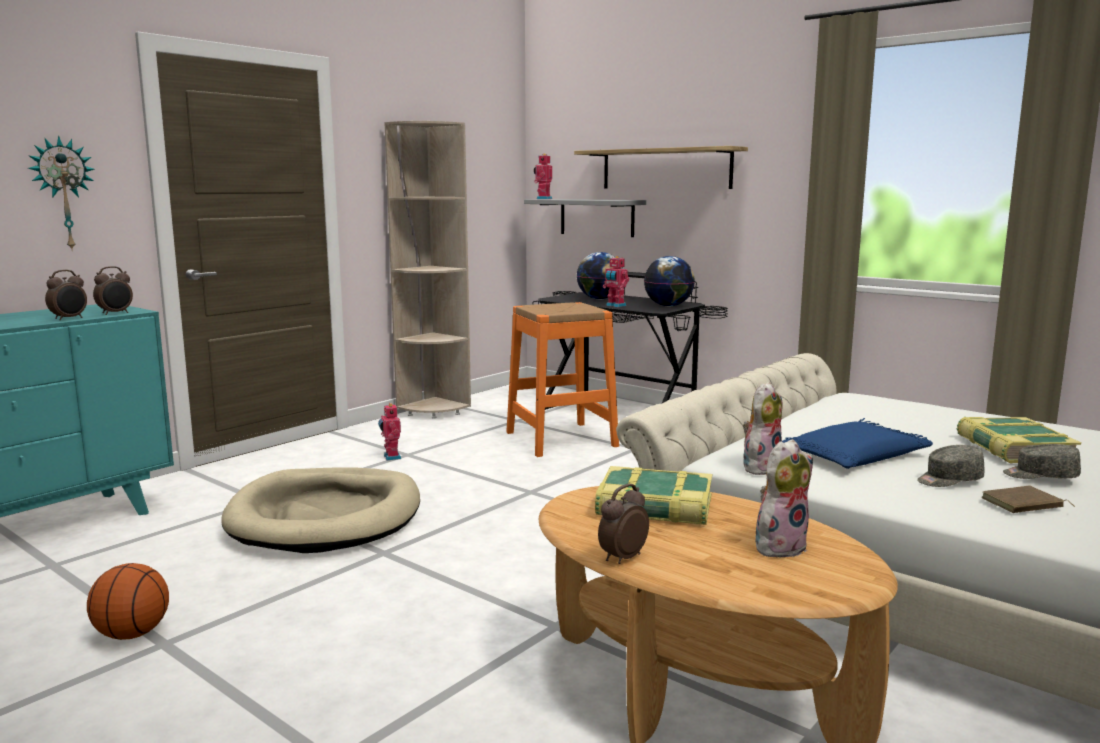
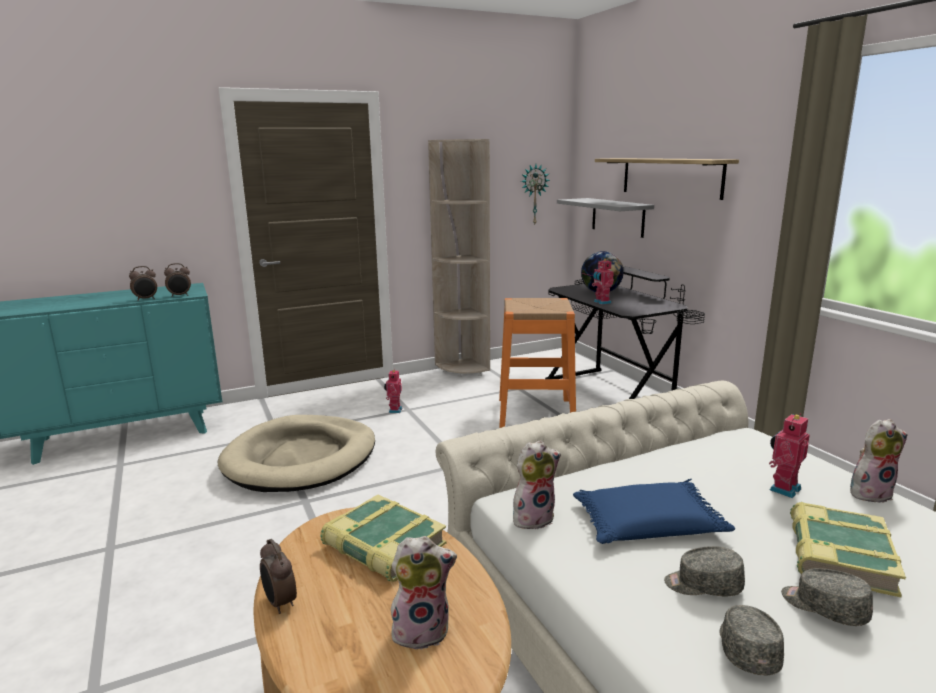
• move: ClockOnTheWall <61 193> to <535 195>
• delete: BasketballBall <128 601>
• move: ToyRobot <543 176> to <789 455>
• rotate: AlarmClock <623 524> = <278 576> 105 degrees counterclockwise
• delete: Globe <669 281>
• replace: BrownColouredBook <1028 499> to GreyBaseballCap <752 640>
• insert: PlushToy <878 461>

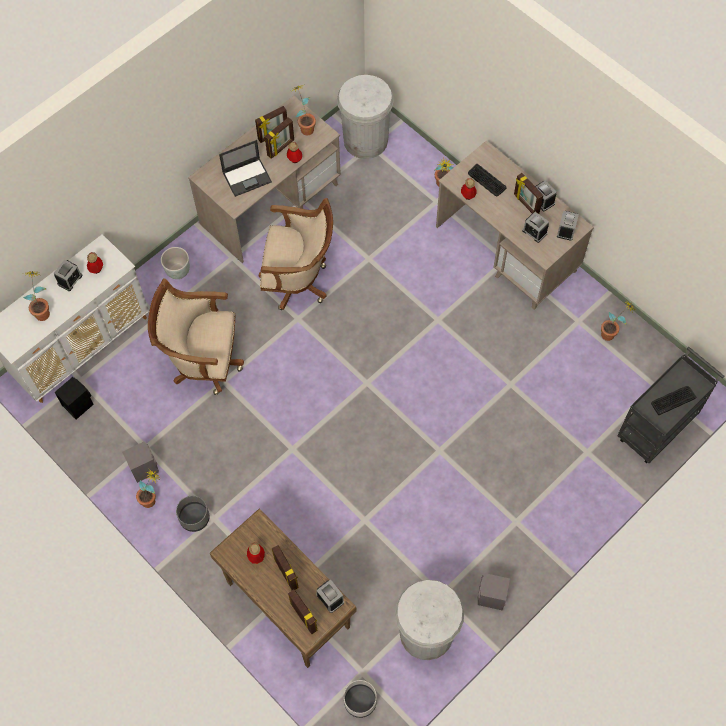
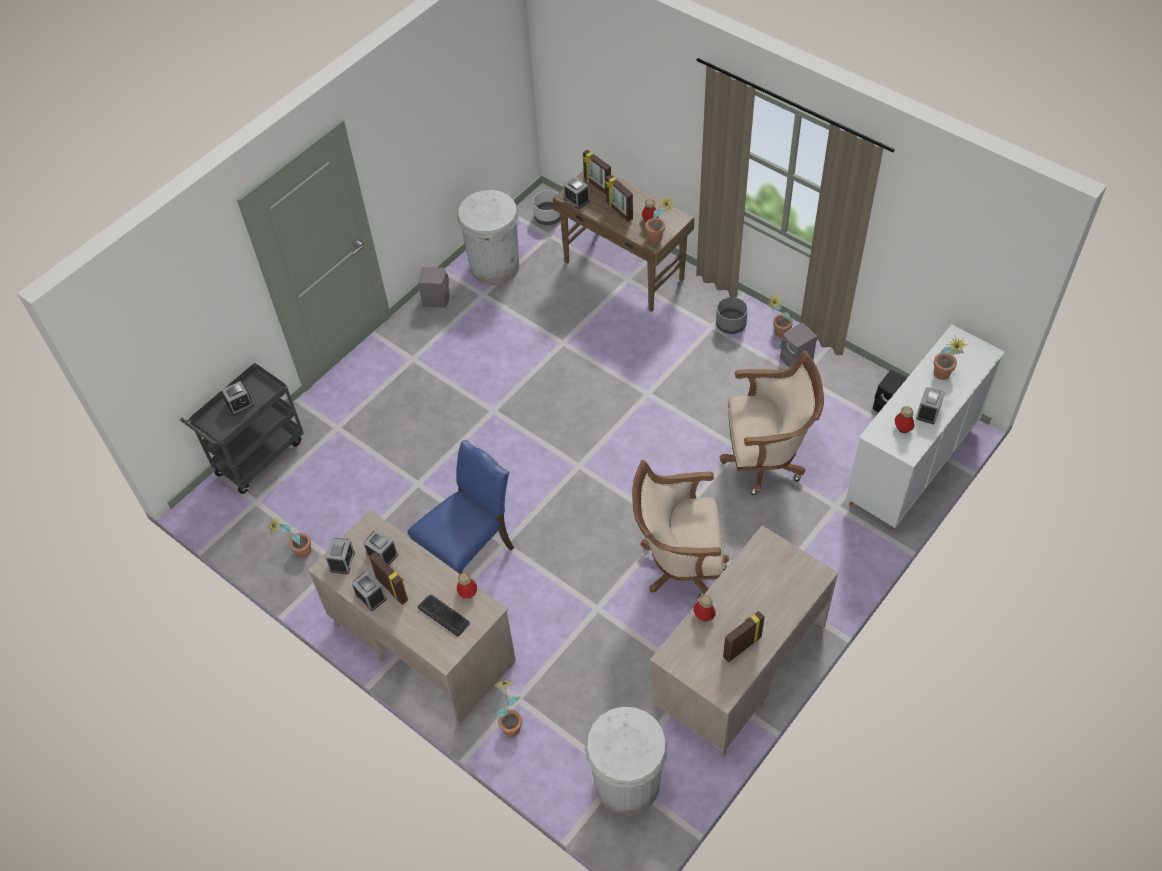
• delete: GreyPlantPot <175 263>
• delete: NotebookComputer <245 168>
• delete: StandingFrame <279 138>
• move: Houseplant <303 110> to <659 220>
• replace: Keyboard <673 400> to AlarmClock <237 398>
• insert: BluishChair <461 507>

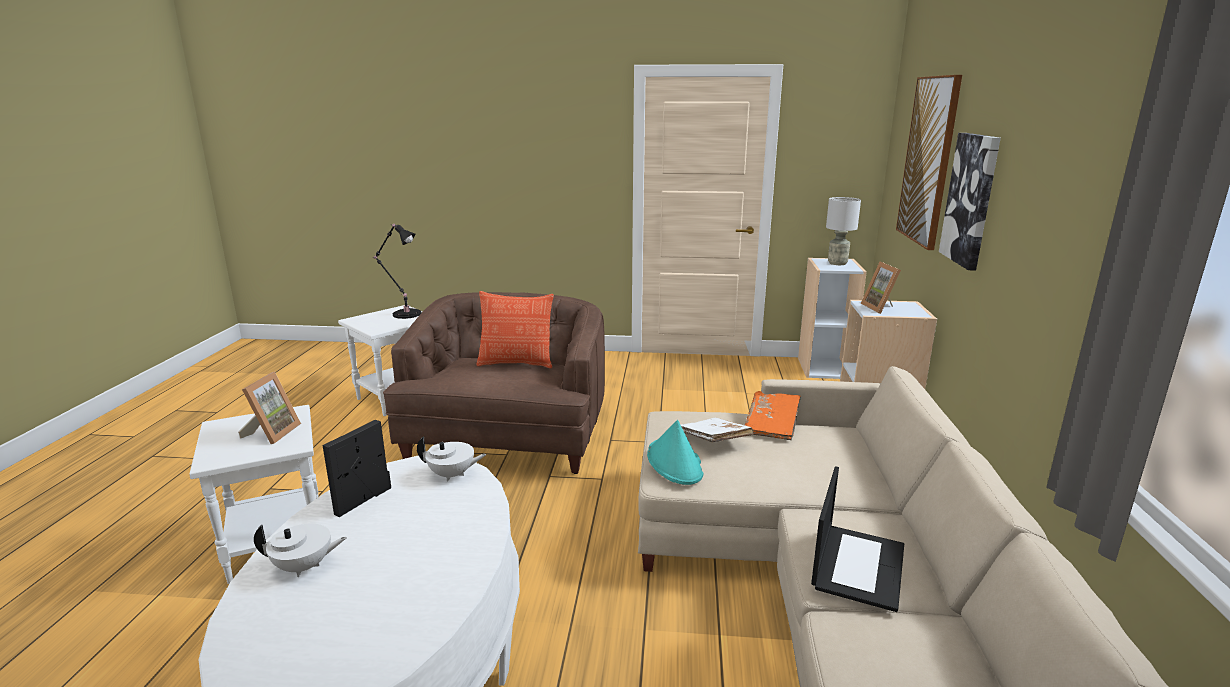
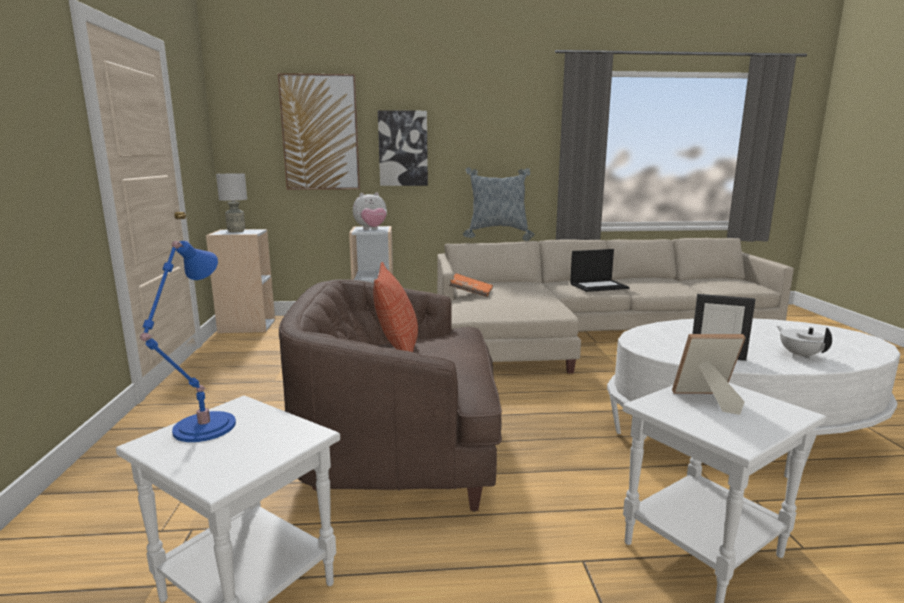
• recolor: BlackTableLamp <397 271> to BluishTableLamp <188 341>
• delete: WhiteTeaPot <451 459>
• delete: BlueGreenHat <675 452>
• delete: WhiteBook <717 430>
• rotate: NotebookComputer <857 539> = <600 270> 150 degrees clockwise
• replace: StandingFrame <881 288> to PlushToy <370 211>
• insert: Pillow <498 204>

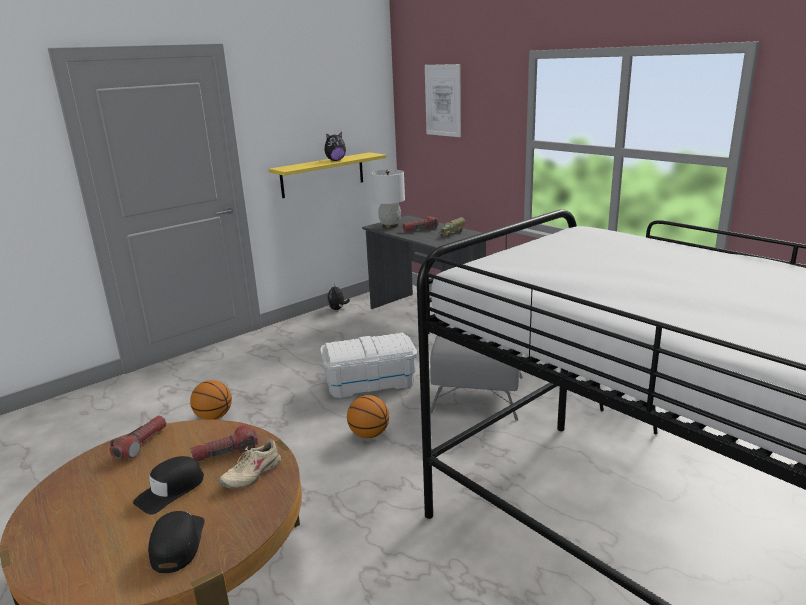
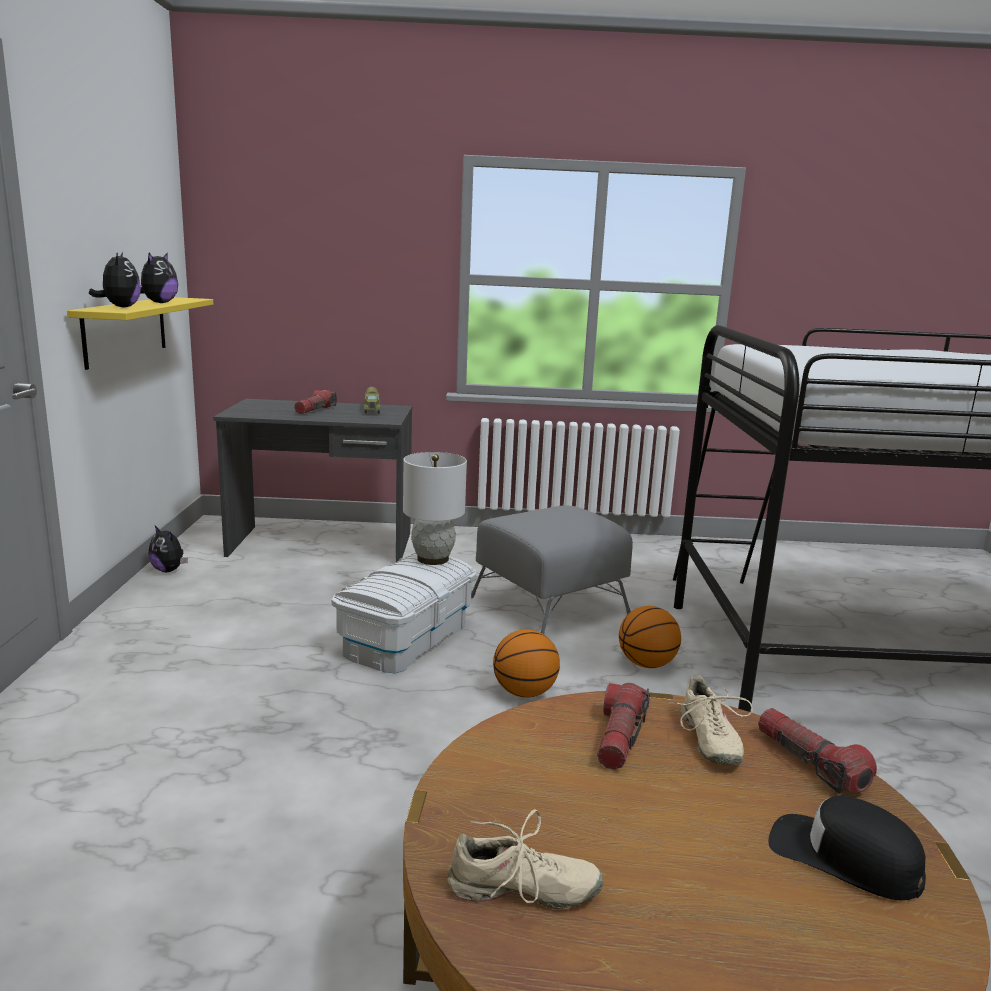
• move: Torch <137 437> to <817 751>
• delete: BlackBaseballCap <168 485>
• move: BasketballBall <211 400> to <650 637>
• move: WhiteTableLamp <388 199> to <435 508>
• delete: Picture <443 100>
• insert: PlushToy <115 280>
• insert: SandColouredLowShoe <525 859>

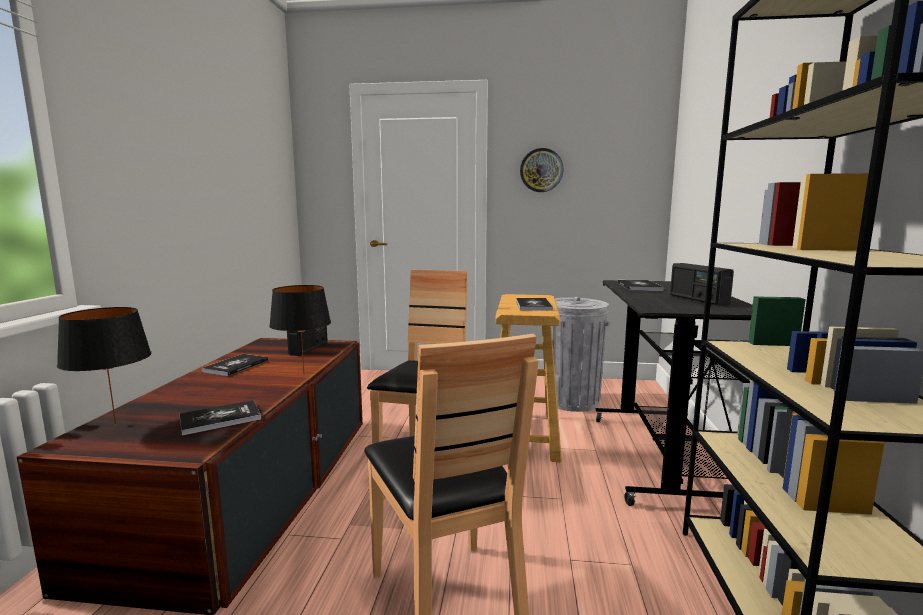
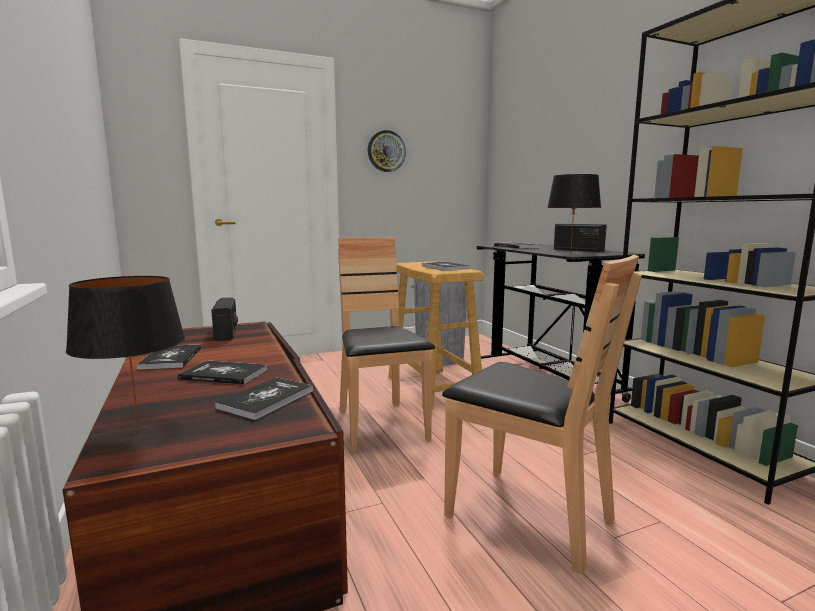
• move: BlackTableLamp <300 329> to <574 214>
• insert: Book <222 372>

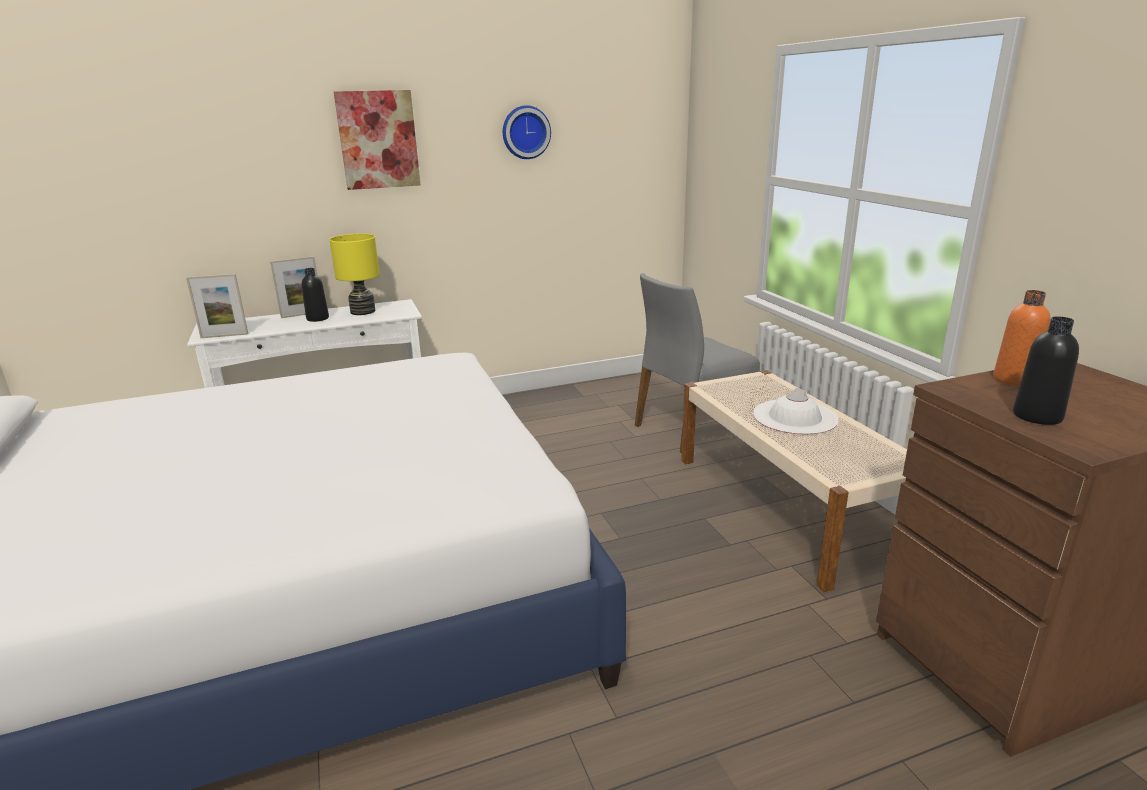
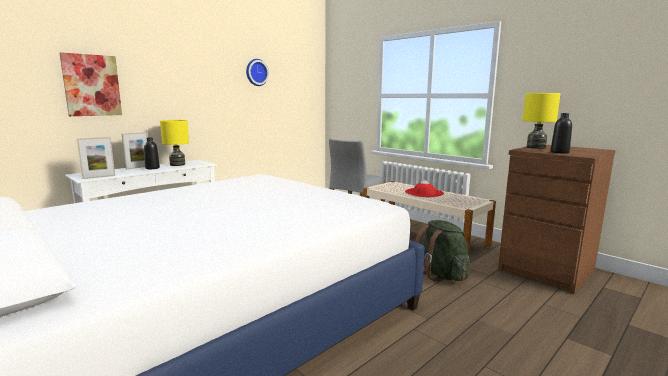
• move: Picture <377 140> to <91 84>
• recolor: WhiteHat <796 411> to ReddishHat <424 188>
• replace: OrangeDrinkBottle <1022 338> to YellowishTableLamp <541 121>
• insert: GreenishRucksack <443 251>

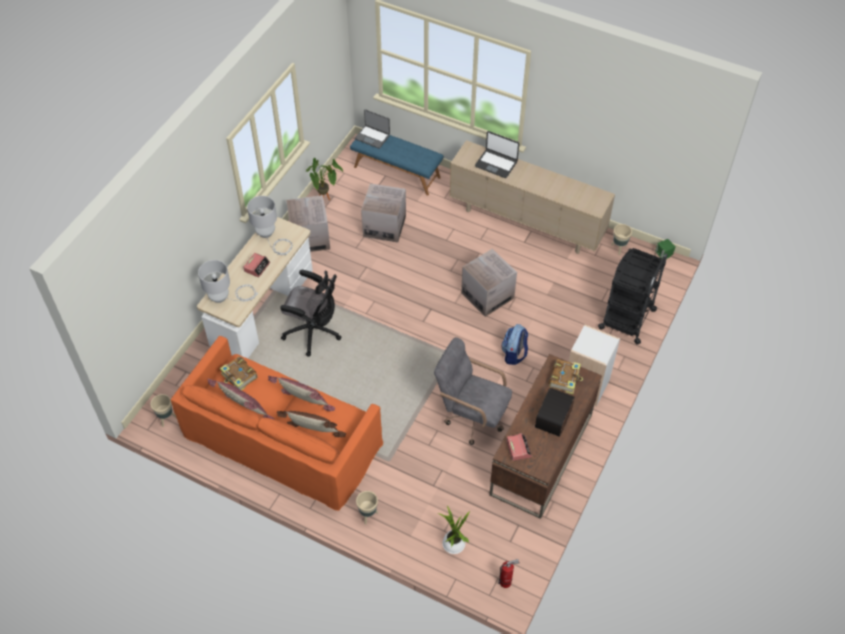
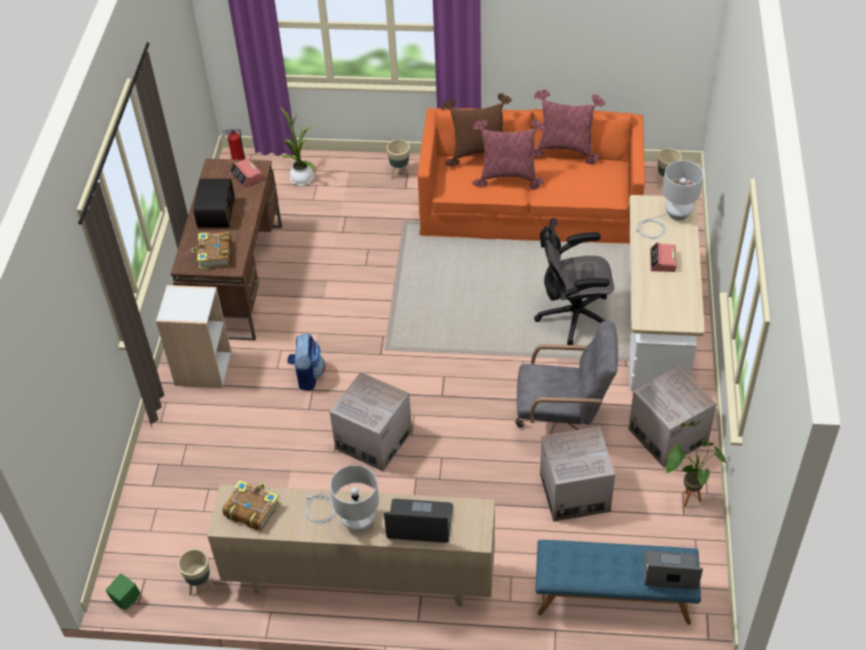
• move: Book <239 373> to <251 505>
• move: WhiteTableLamp <270 225> to <342 498>
• move: GreyComputerChair <473 391> to <566 378>
• delete: BlackWheeledCart <633 296>

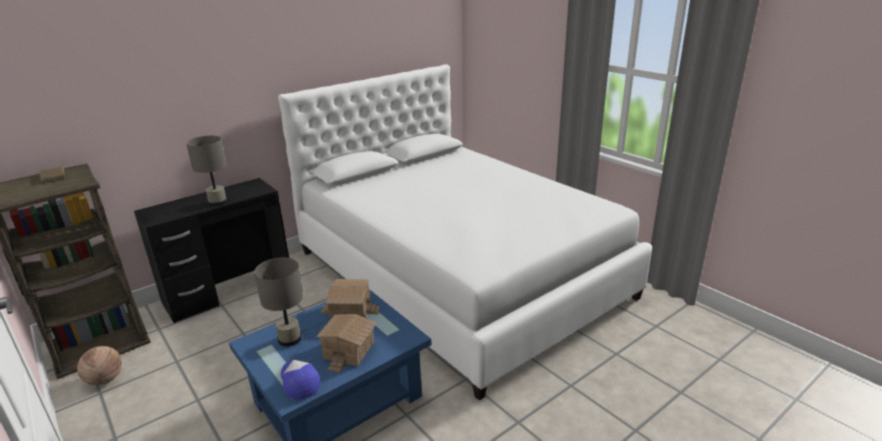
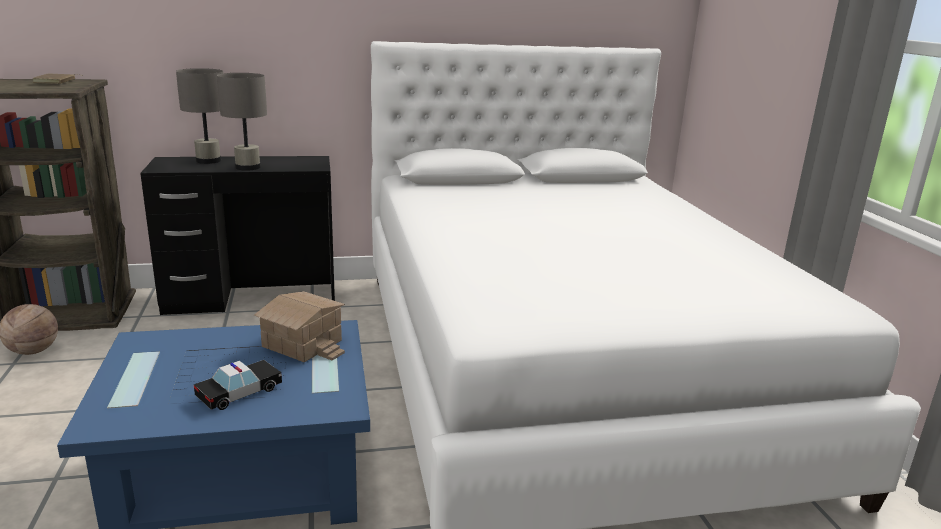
• move: GreyTableLamp <279 302> to <199 116>
• delete: BaseballCap <300 380>
• replace: ToyHouse <346 343> to ToyCar <238 385>

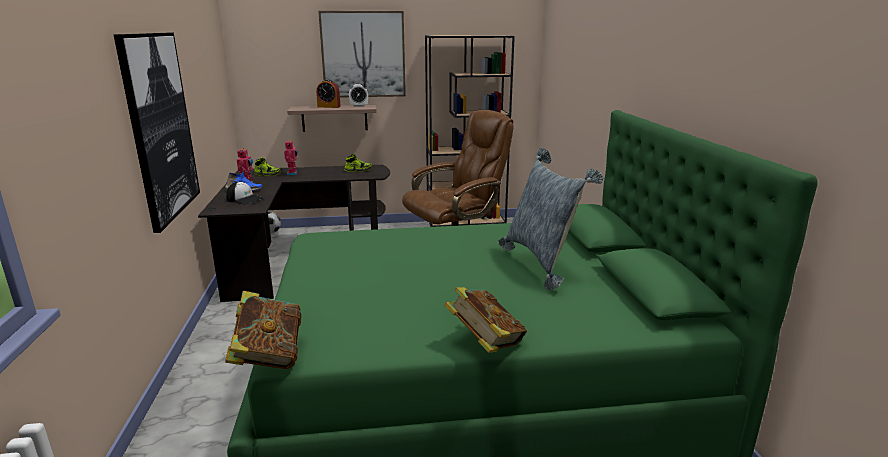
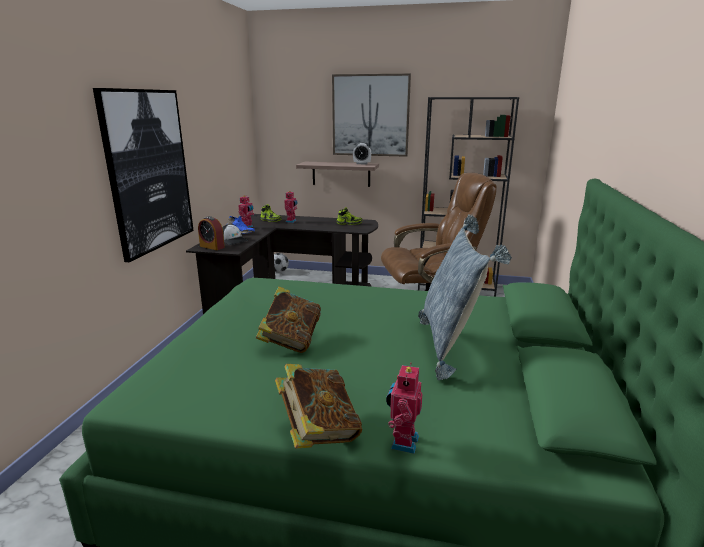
• move: Book <263 330> to <288 319>
• move: AlarmClock <328 93> to <211 233>
• insert: ToyRobot <404 408>

